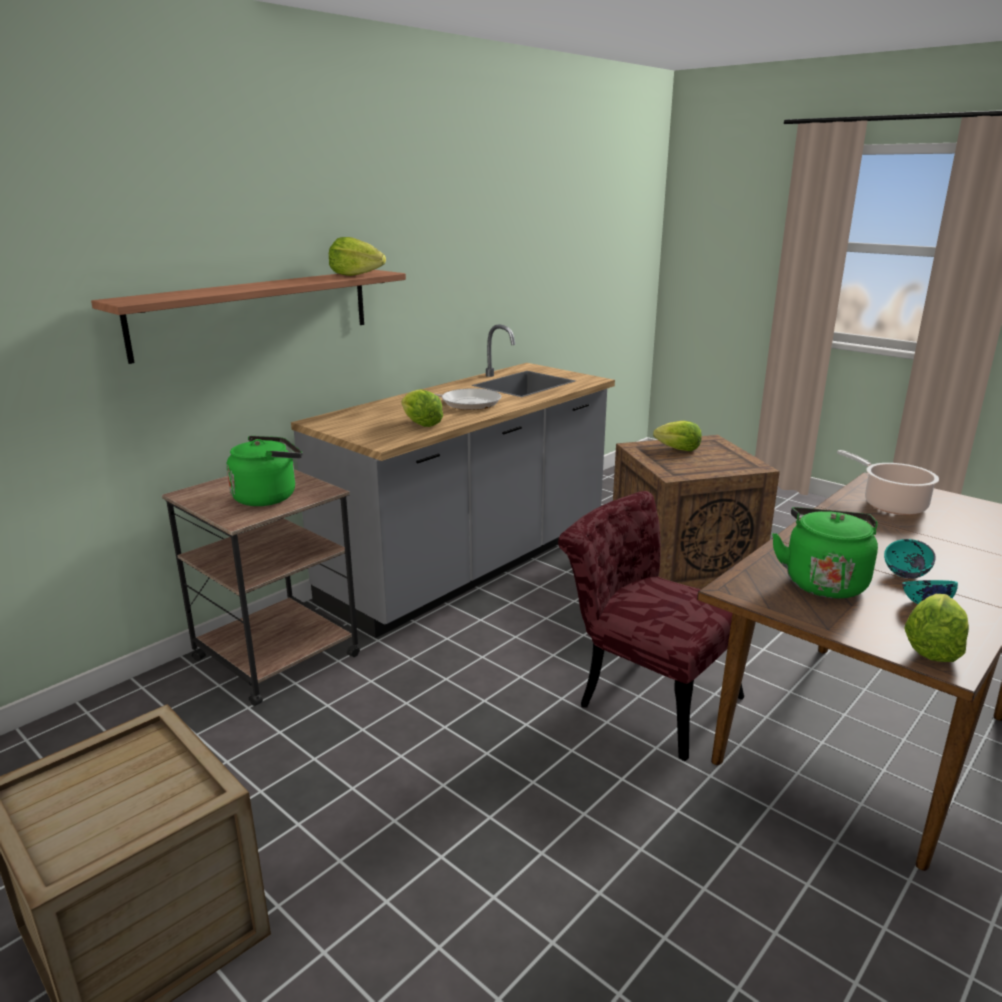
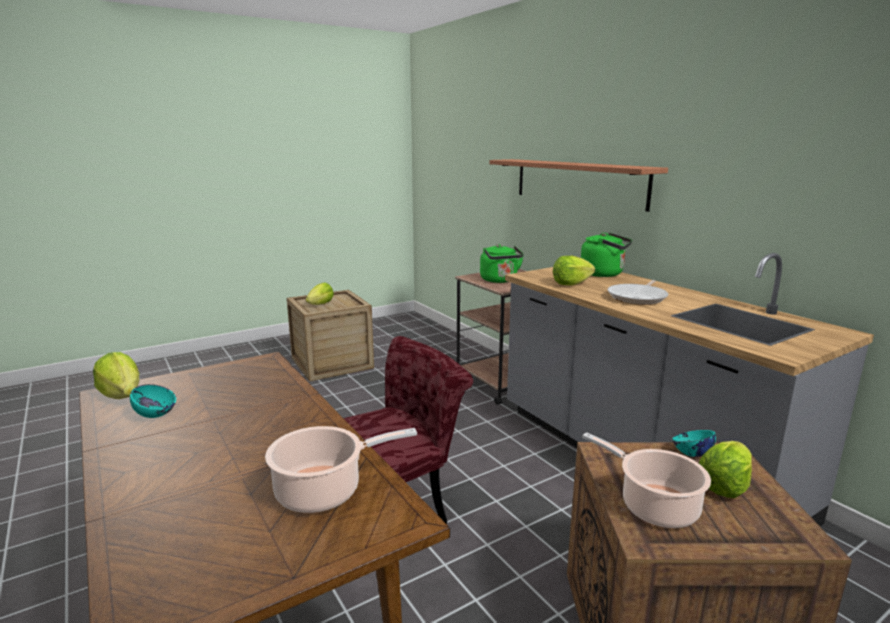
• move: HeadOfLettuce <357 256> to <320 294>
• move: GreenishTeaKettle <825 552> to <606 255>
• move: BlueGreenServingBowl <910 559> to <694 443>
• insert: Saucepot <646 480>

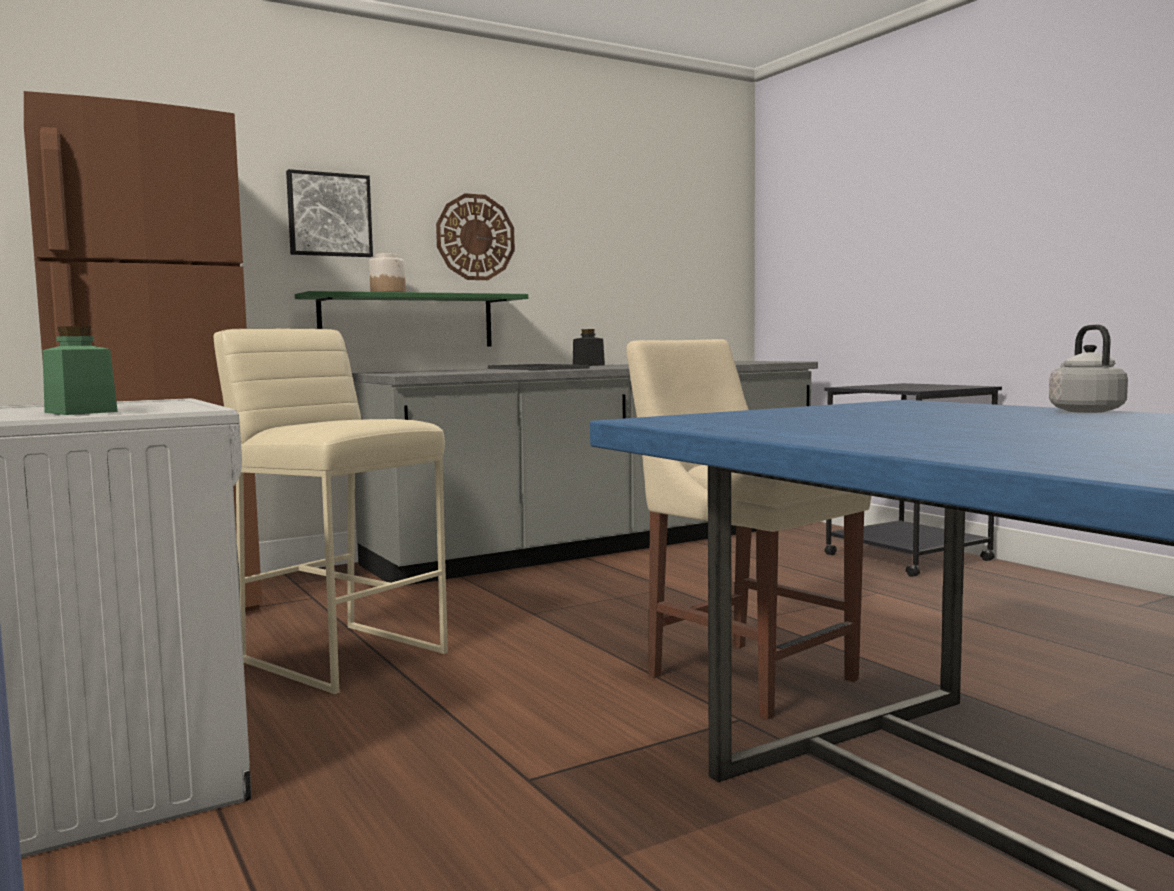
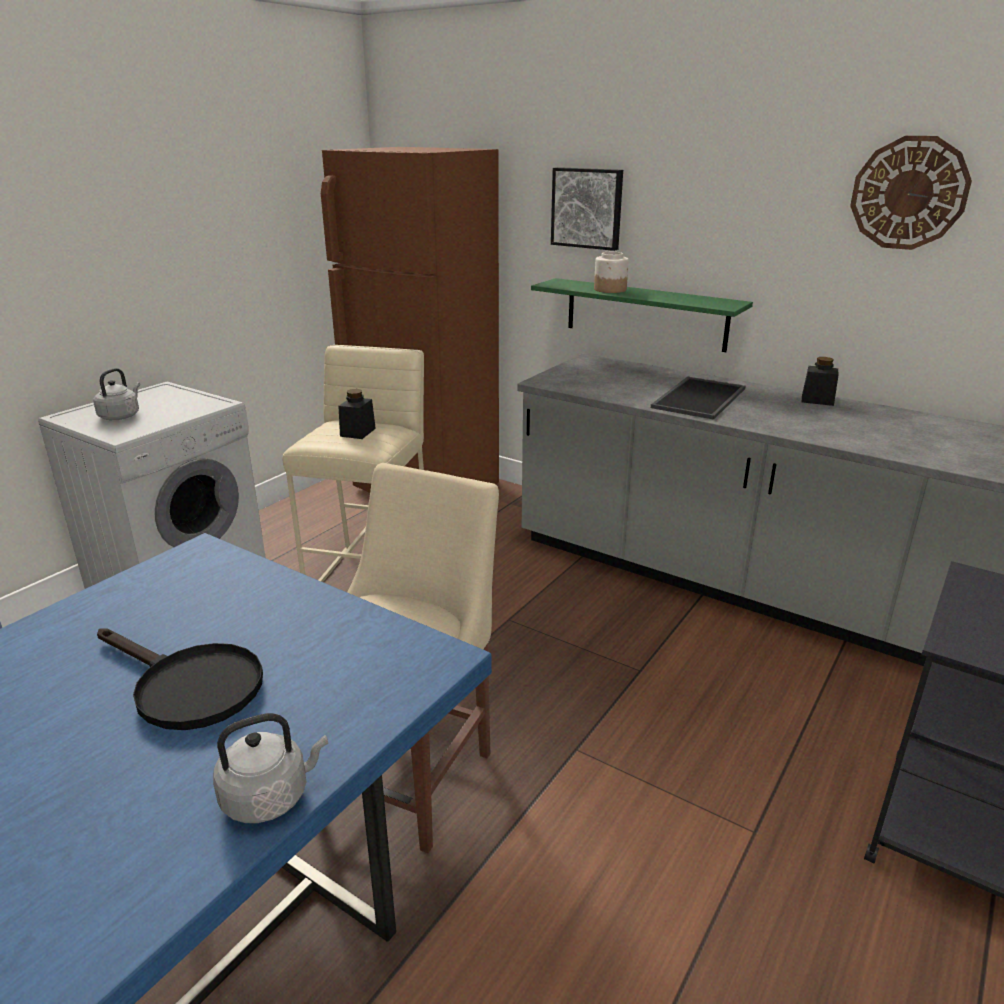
• replace: GreenishPreserveJar <80 370> to GreyTeaKettle <116 394>
• move: ClockOnTheWall <475 236> to <911 193>
• insert: BlackSkillet <180 679>
• insert: BlackPreserveJar <357 414>

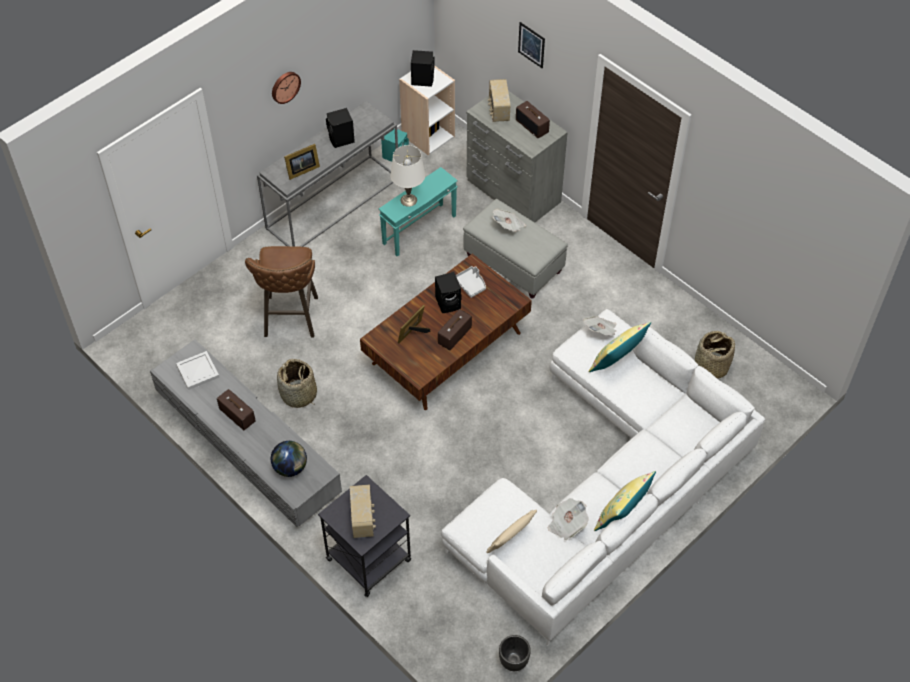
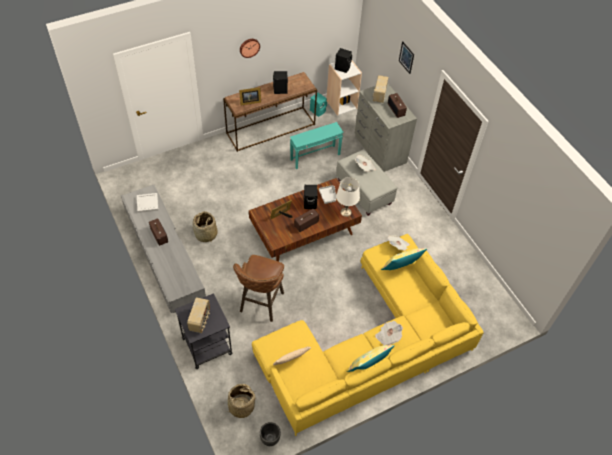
• move: BrownColouredStool <281 291> to <258 288>
• recolor: GreyHallTable <327 174> to BrownColouredHallTable <270 112>
• delete: Globe <289 459>
• move: WhiteTableLamp <407 176> to <348 197>
• recolor: WhiteSofa <603 477> to YellowishSofa <368 335>
• move: DailyPaper <568 519> to <389 333>
• move: Basket <715 355> to <238 401>

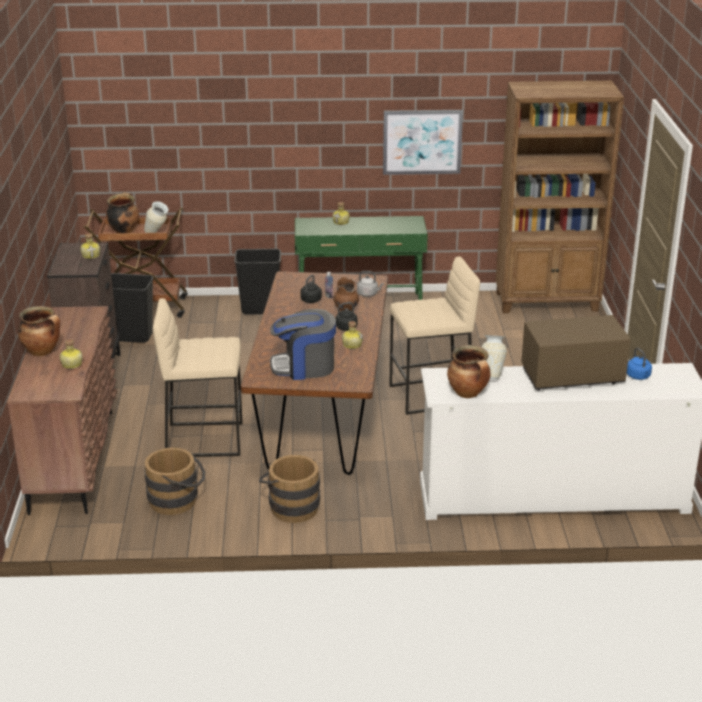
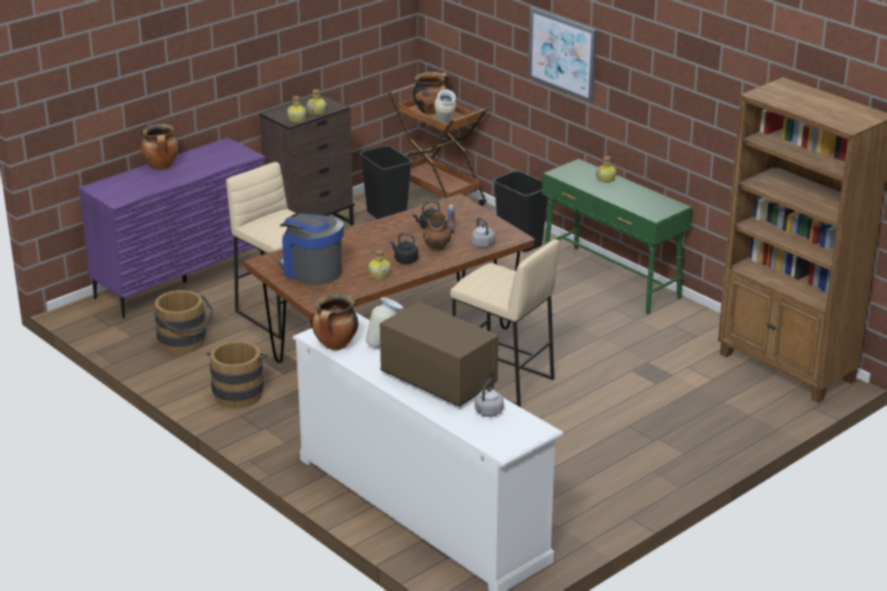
• recolor: BrownColouredDrawerChest <62 410> to PurpleColouredDrawerChest <171 228>
• move: DrinkBottle <71 354> to <297 109>
• move: Picture <423 142> to <562 55>
• recolor: BluishTeaKettle <639 364> to GreyTeaKettle <489 398>

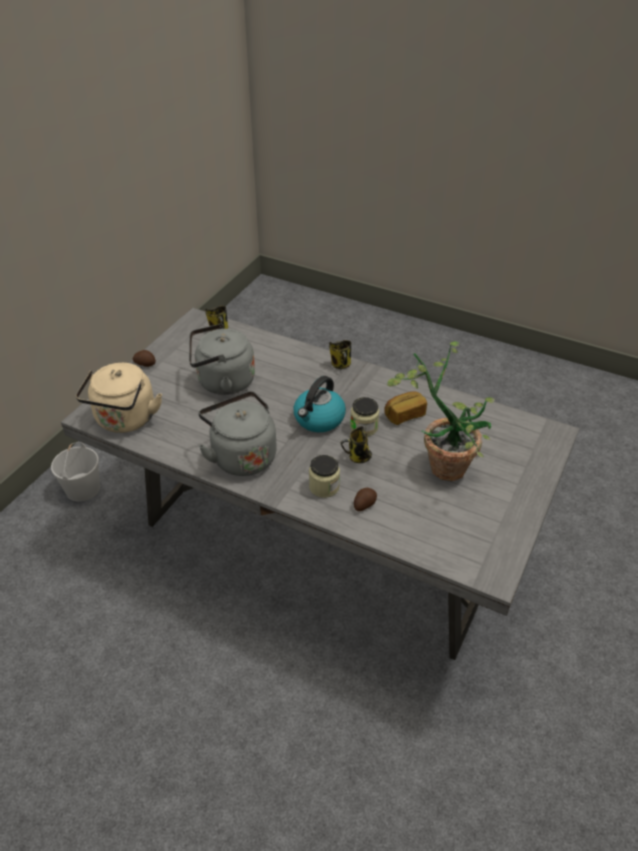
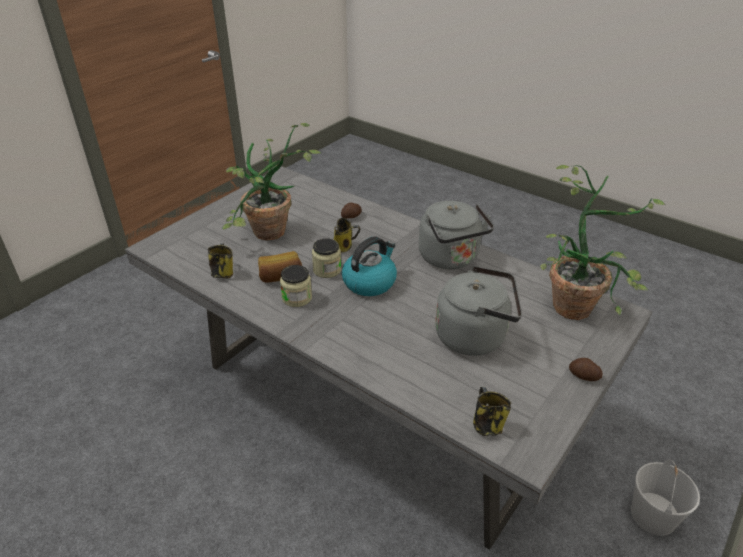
• replace: SandColouredTeaKettle <118 398> to Houseplant <602 242>
• move: PreserveJar <324 476> to <296 286>
• move: Mug <340 354> to <220 260>

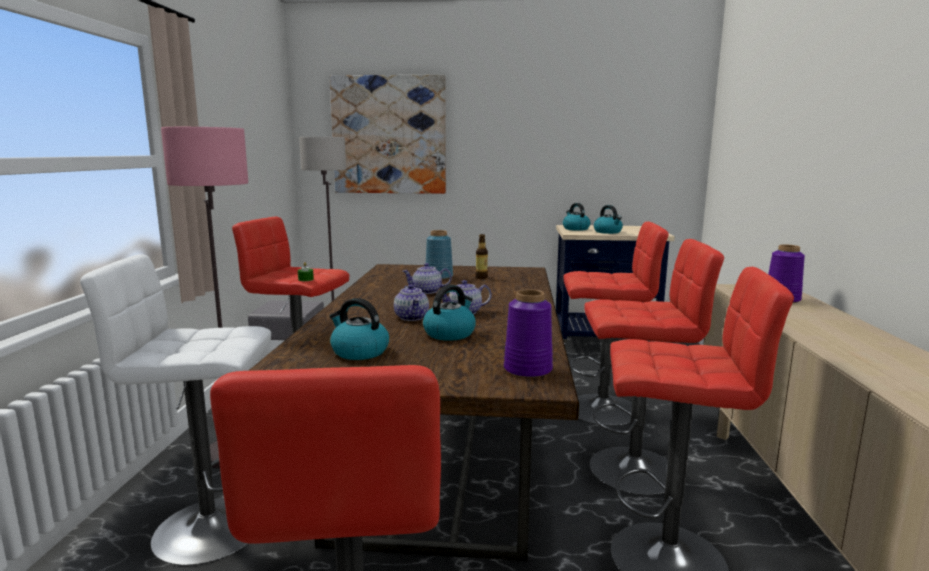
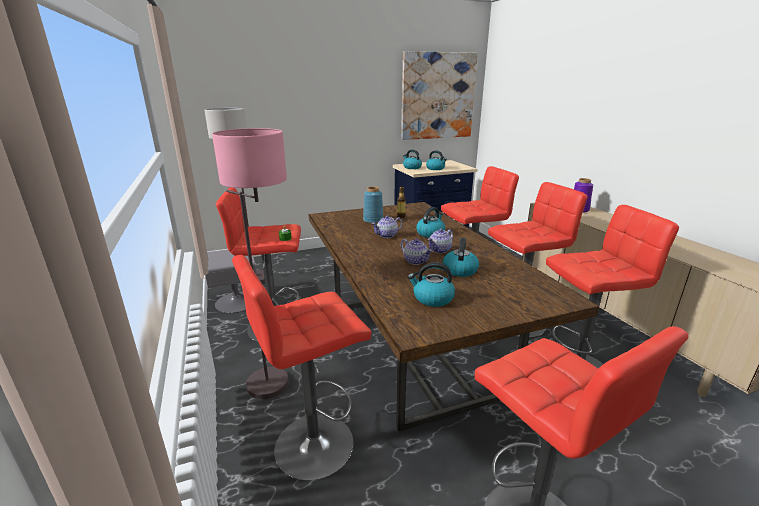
• recolor: WhiteStool <175 409> to ReddishStool <301 367>
• move: Picture <388 134> to <439 95>
• delete: PurpleColouredDecorativeVase <528 333>
• insert: TeaKettle <430 222>

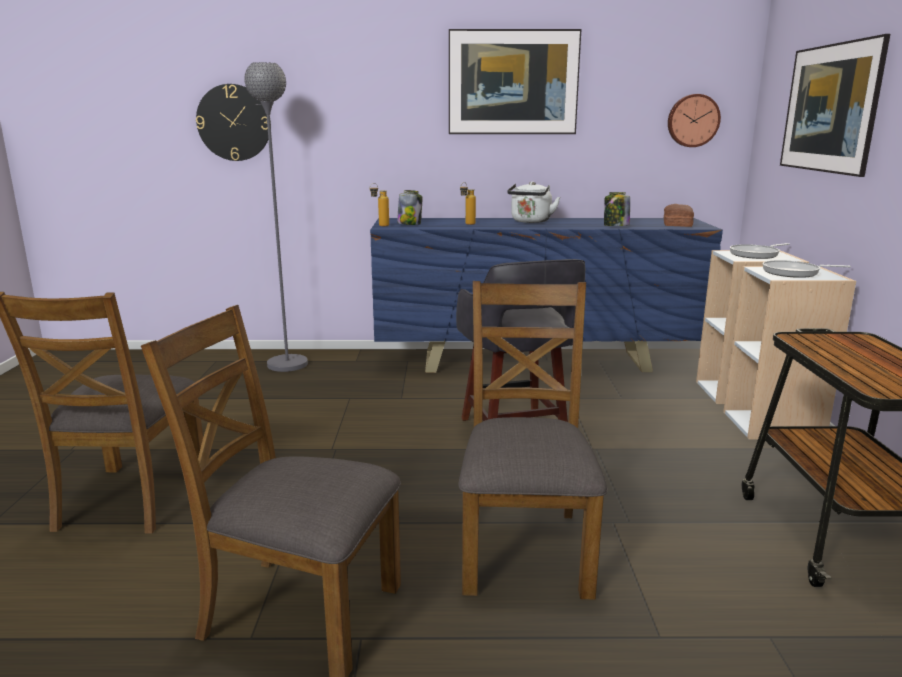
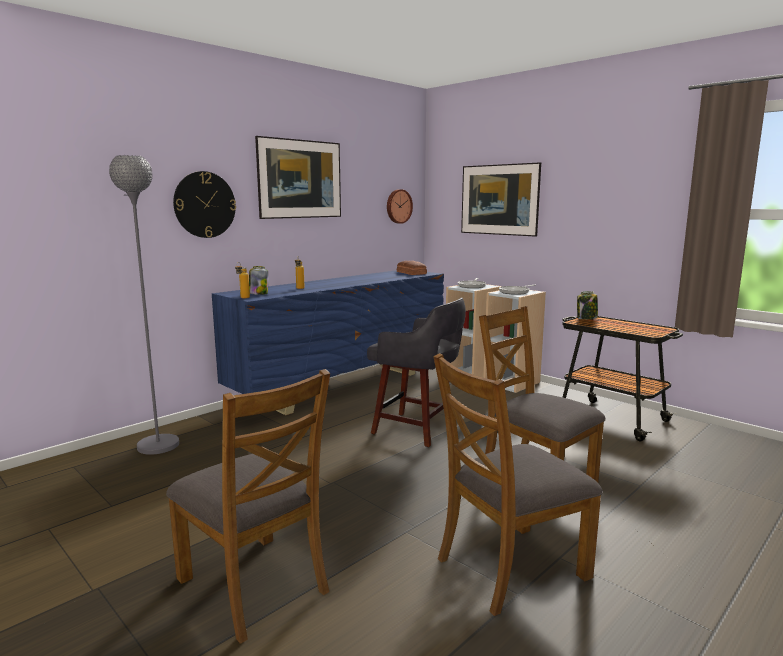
• move: ClockOnTheWall <233 122> to <204 204>
• delete: WhiteTeaKettle <533 202>
• move: PreserveJar <617 209> to <587 305>

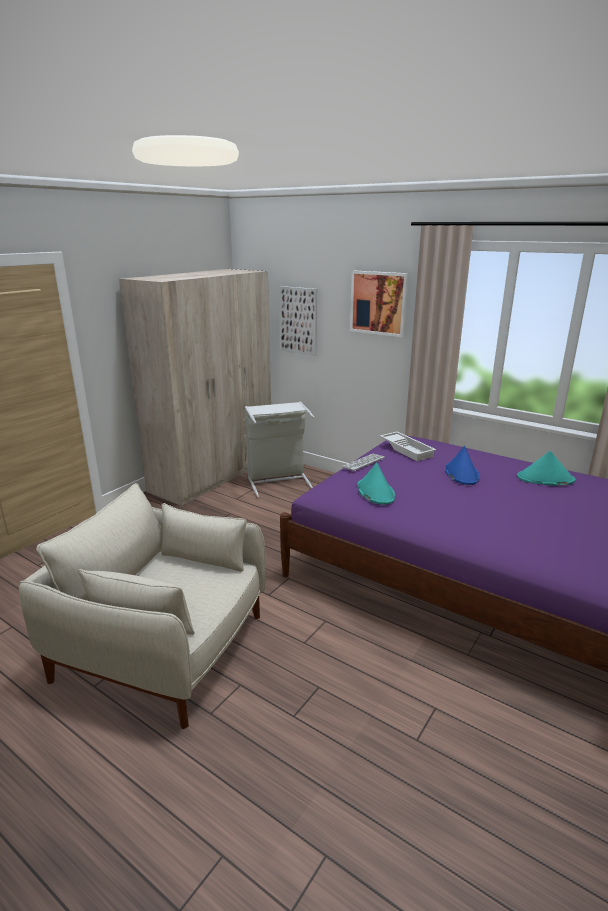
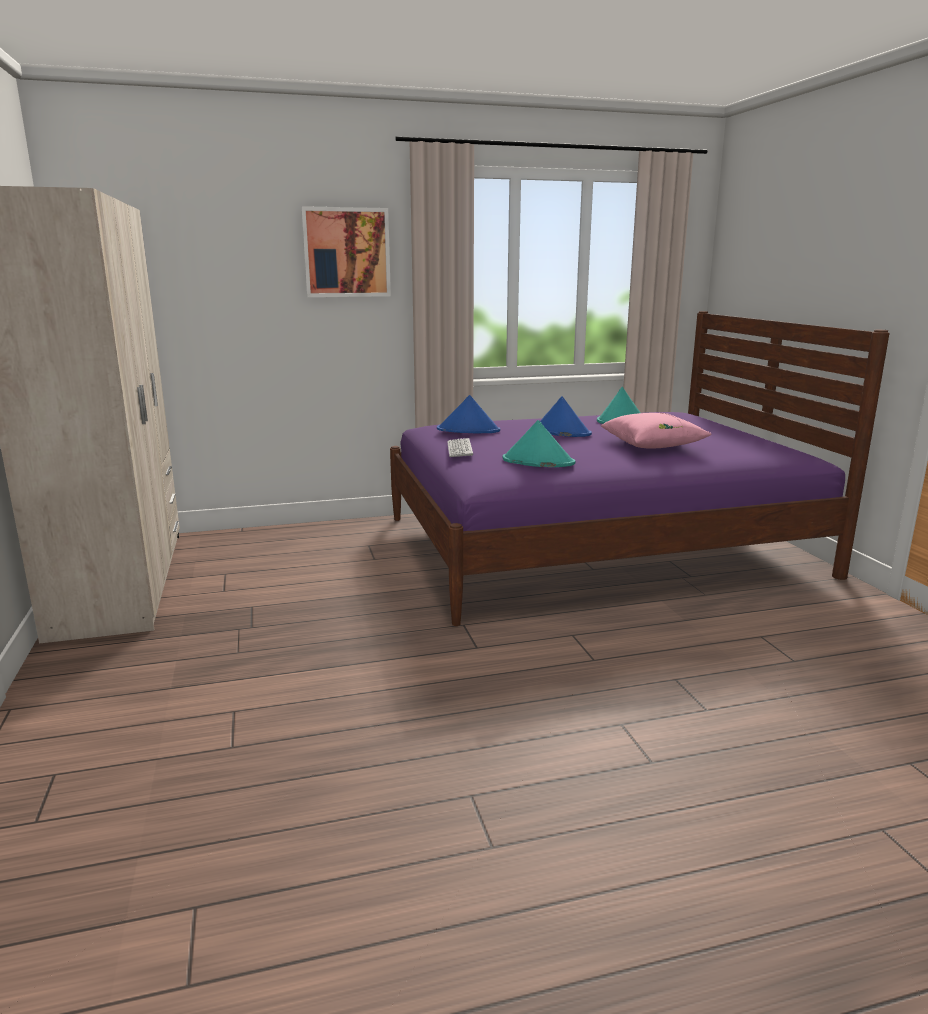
• delete: SandColouredArmchair <142 606>
• delete: GreyHamper <280 449>
• delete: Picture <298 321>
• replace: WhiteCarryingTray <408 446> to BluishHat <468 414>
• insert: PinkishPillow <656 431>

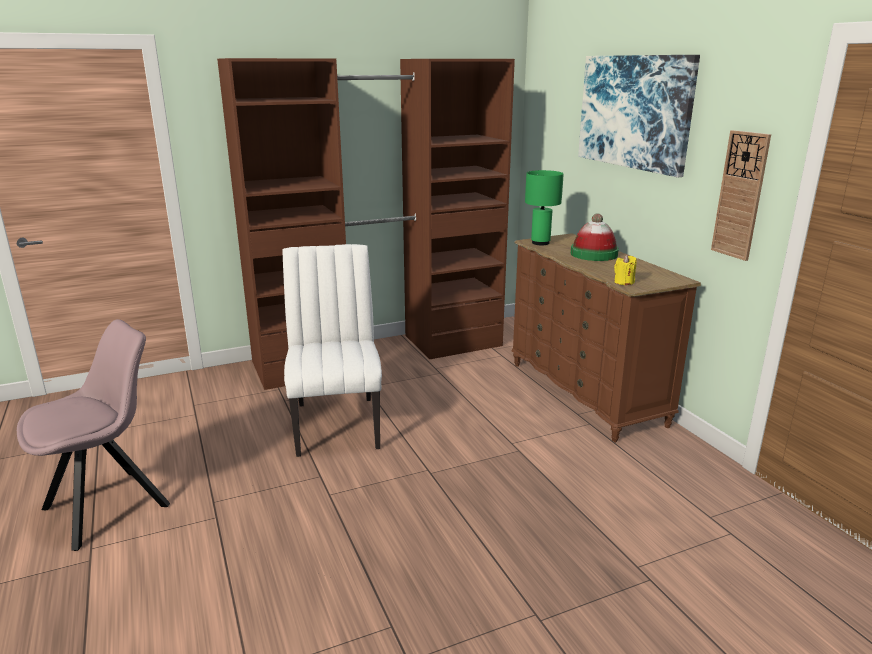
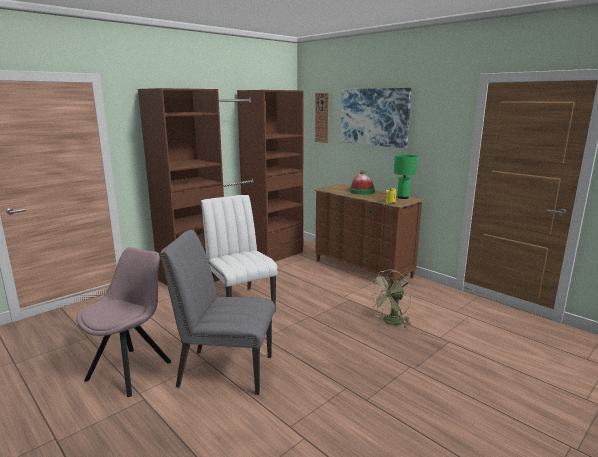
• move: GreenishTableLamp <544 207> to <405 176>
• move: ClockOnTheWall <741 195> to <322 118>
• insert: GreyChair <217 312>
• insert: GreenishCoolingFan <391 299>

